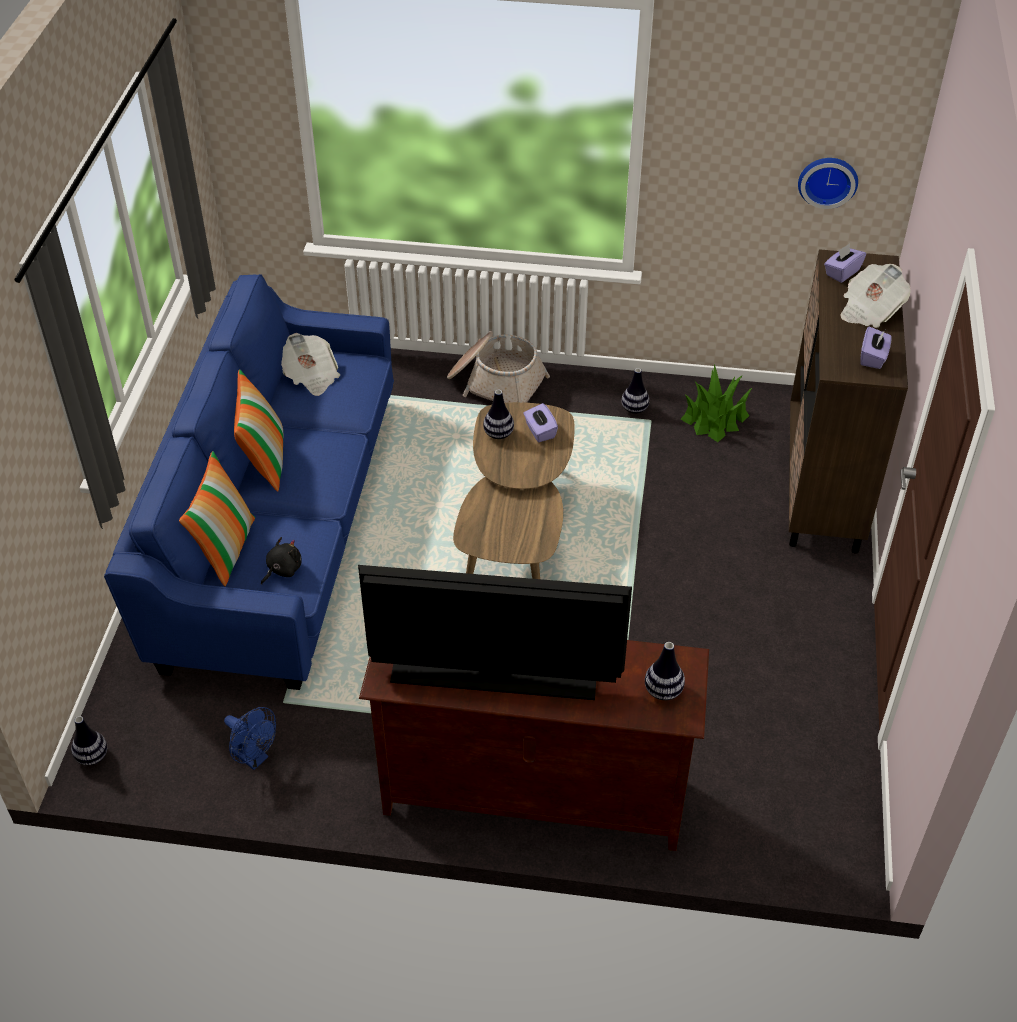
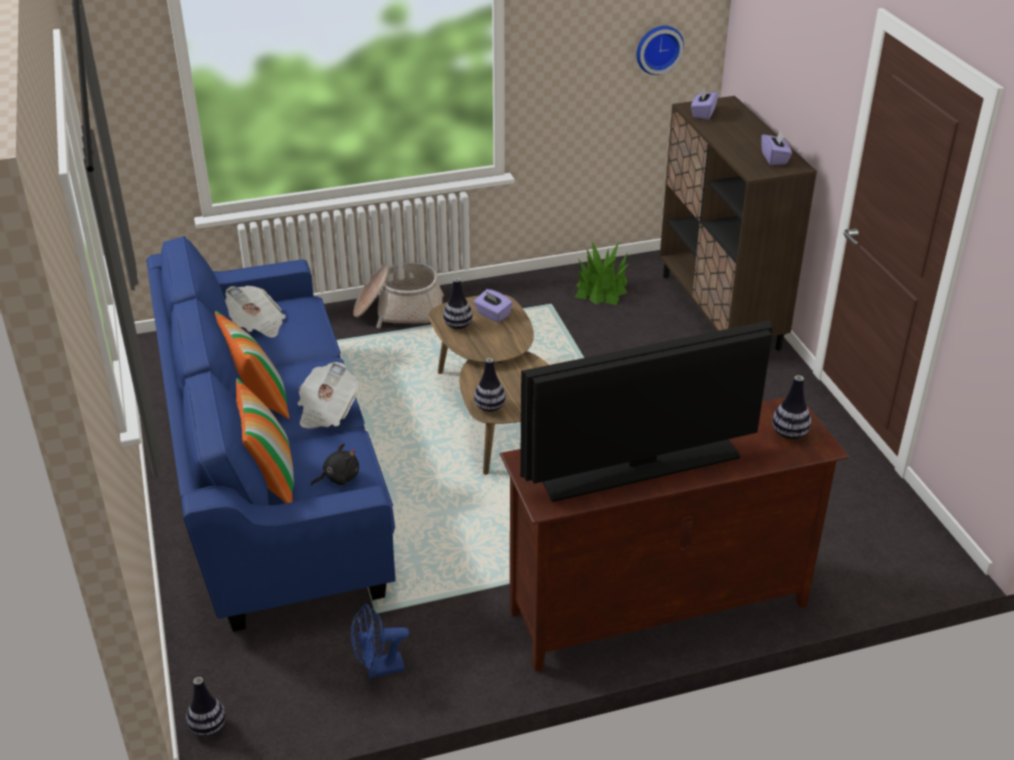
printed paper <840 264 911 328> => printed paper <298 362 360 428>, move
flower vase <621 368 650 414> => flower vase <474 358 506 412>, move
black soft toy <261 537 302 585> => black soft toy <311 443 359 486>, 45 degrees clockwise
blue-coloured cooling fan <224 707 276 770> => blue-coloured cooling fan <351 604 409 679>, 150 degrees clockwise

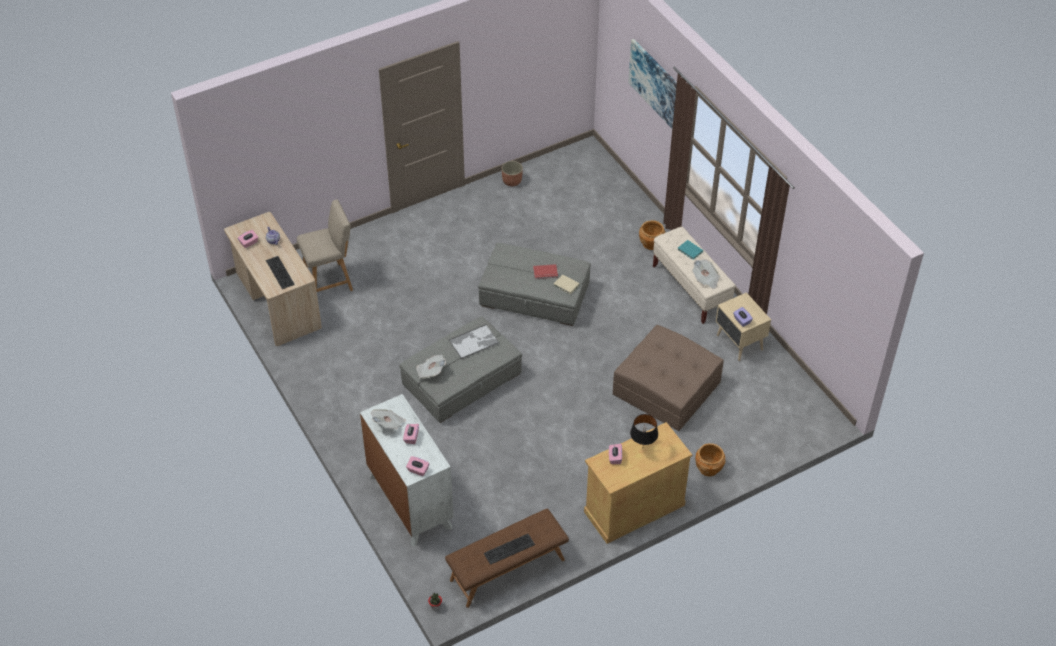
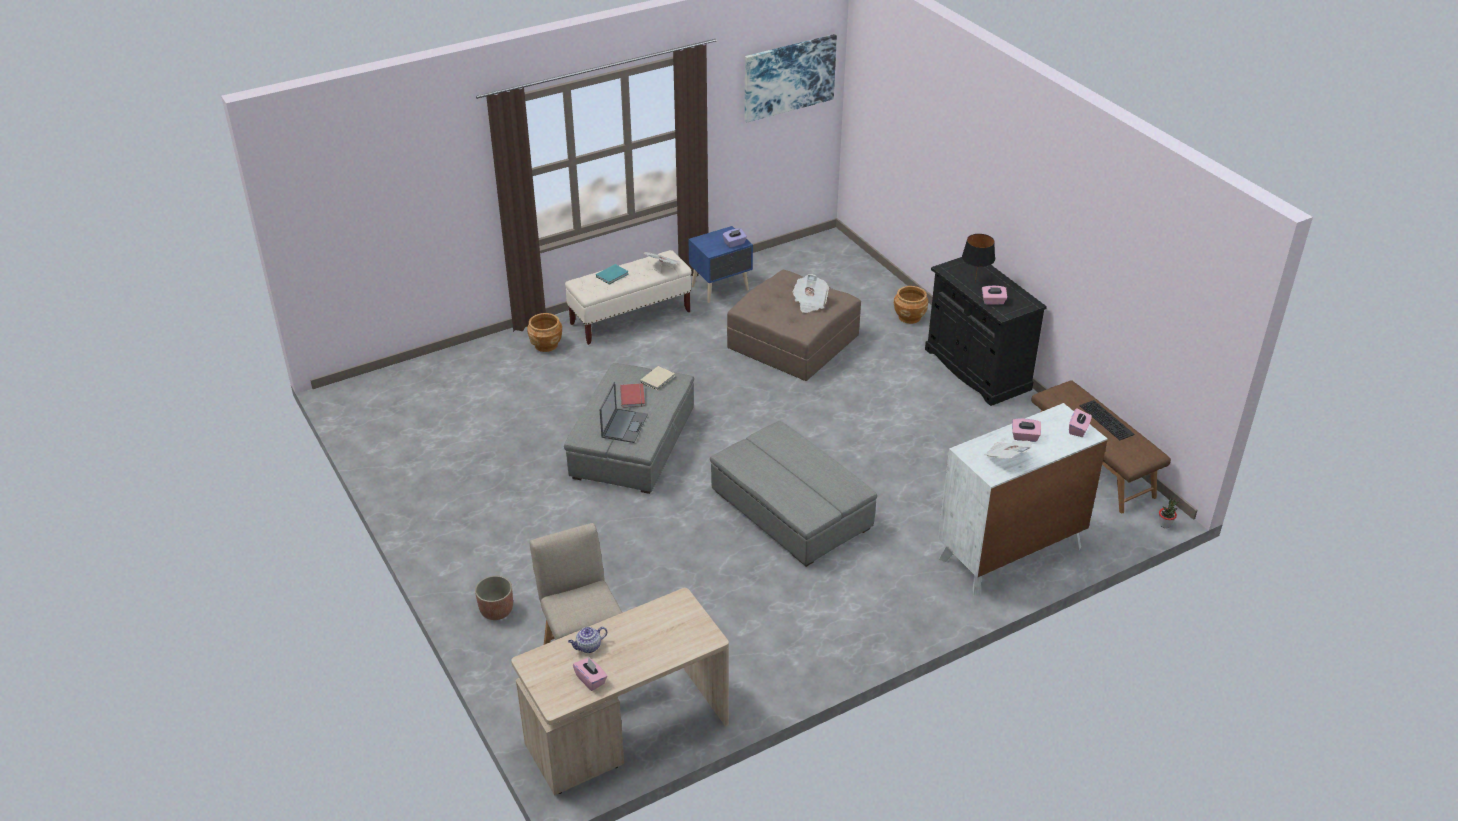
wall picture <628 39 677 128> => wall picture <745 34 837 122>, move
flower pot <502 161 523 186> => flower pot <475 576 513 620>, move
computer keyboard <266 256 295 289> => nothing
beige-coloured bedside table <716 292 771 361> => blue-coloured bedside table <688 226 753 303>
serving tray <449 324 499 359> => nothing
printed paper <416 355 446 379> => printed paper <792 274 829 313>, move
beige-coloured cupboard <584 422 692 544> => black cupboard <925 257 1047 406>
nothing => notebook computer <599 382 648 443>

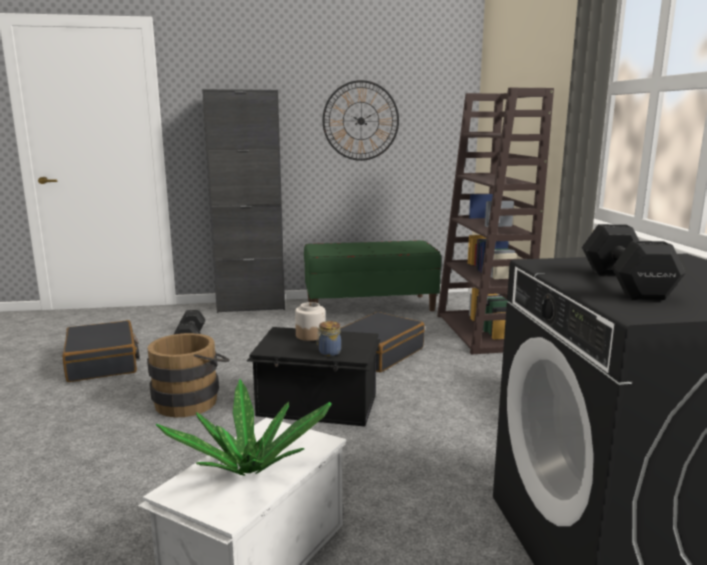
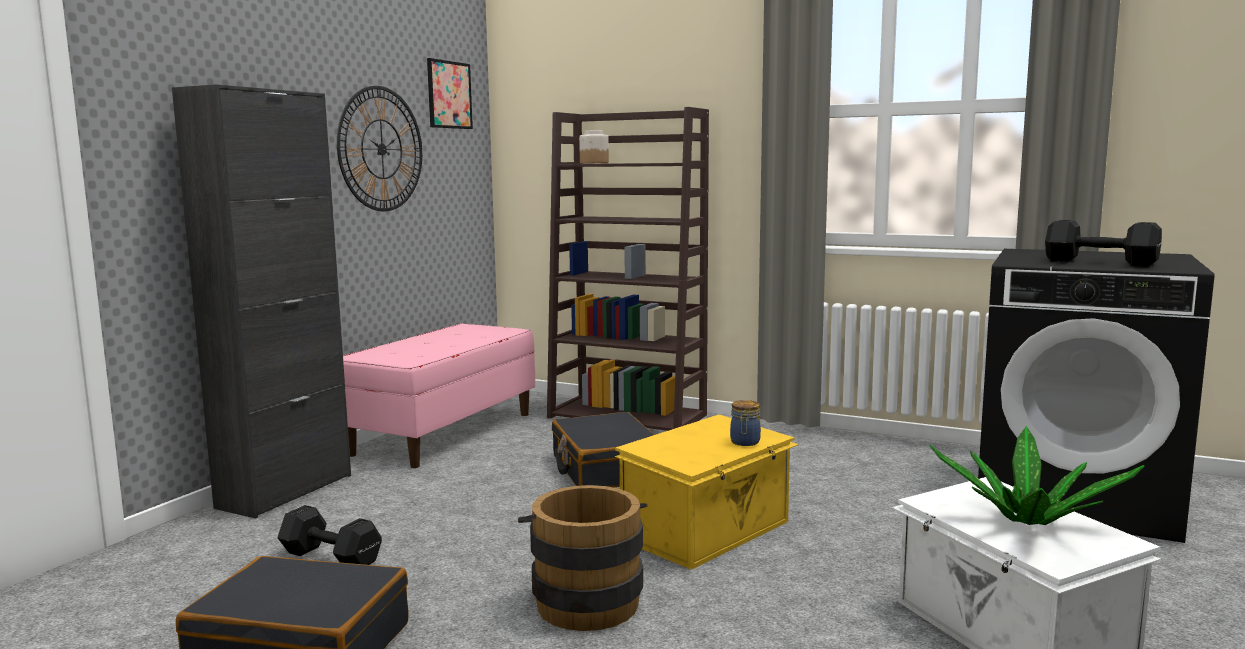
greenish bench <304 240 441 311> => pinkish bench <343 324 535 468>
preserve jar <295 302 325 341> => preserve jar <579 131 609 164>, move
black storage box <247 327 381 426> => yellowish storage box <615 414 799 570>
nothing => wall picture <427 58 473 129>

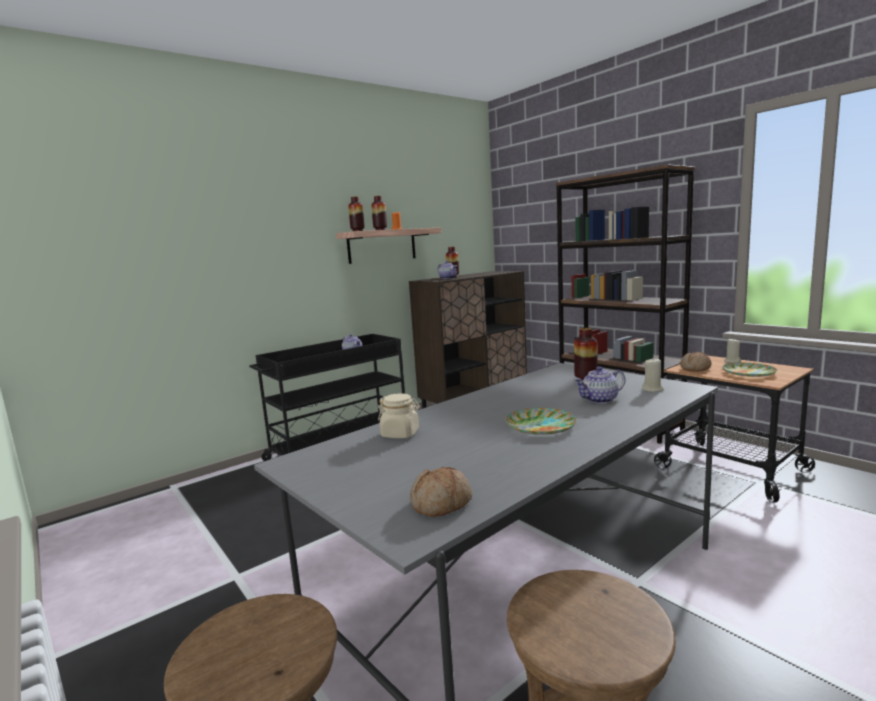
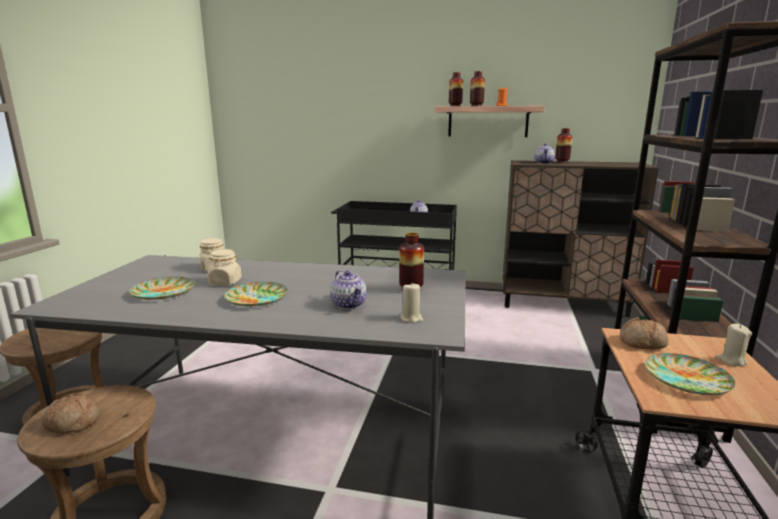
tea pot <574 366 625 404> => tea pot <330 271 367 309>, 150 degrees counterclockwise
baked bread <410 467 472 517> => baked bread <41 392 100 434>, move
nothing => beige-coloured preserve jar <207 249 242 285>
nothing => plate <129 277 195 300>

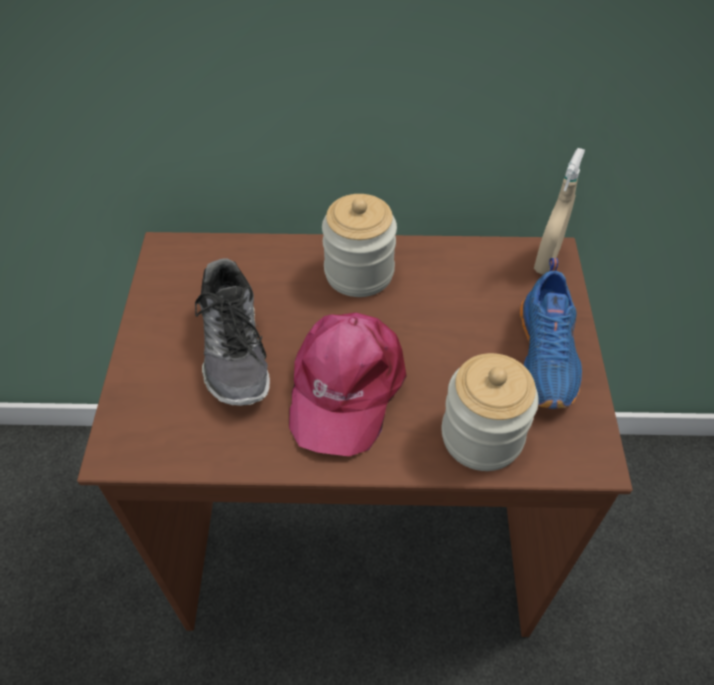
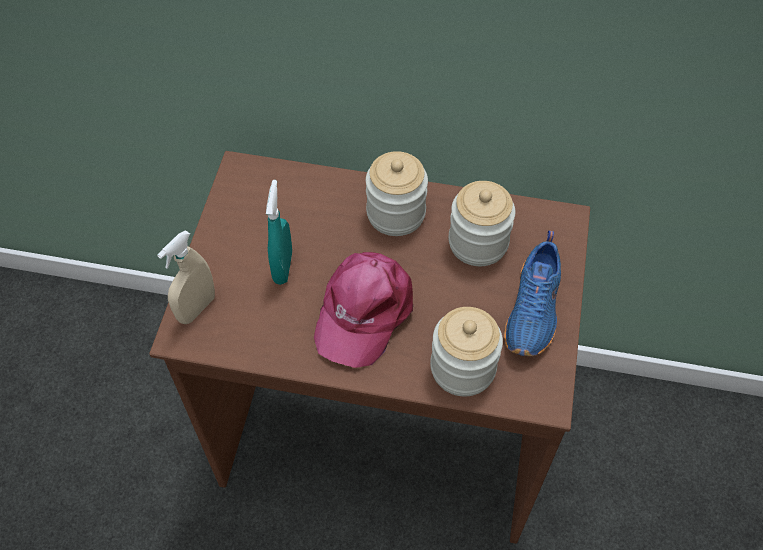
beige-coloured spray bottle <534 148 585 275> => beige-coloured spray bottle <157 230 215 324>, move
item of footwear <195 258 270 406> => turquoise-coloured spray bottle <266 180 292 285>
nothing => preserve jar <448 181 515 266>

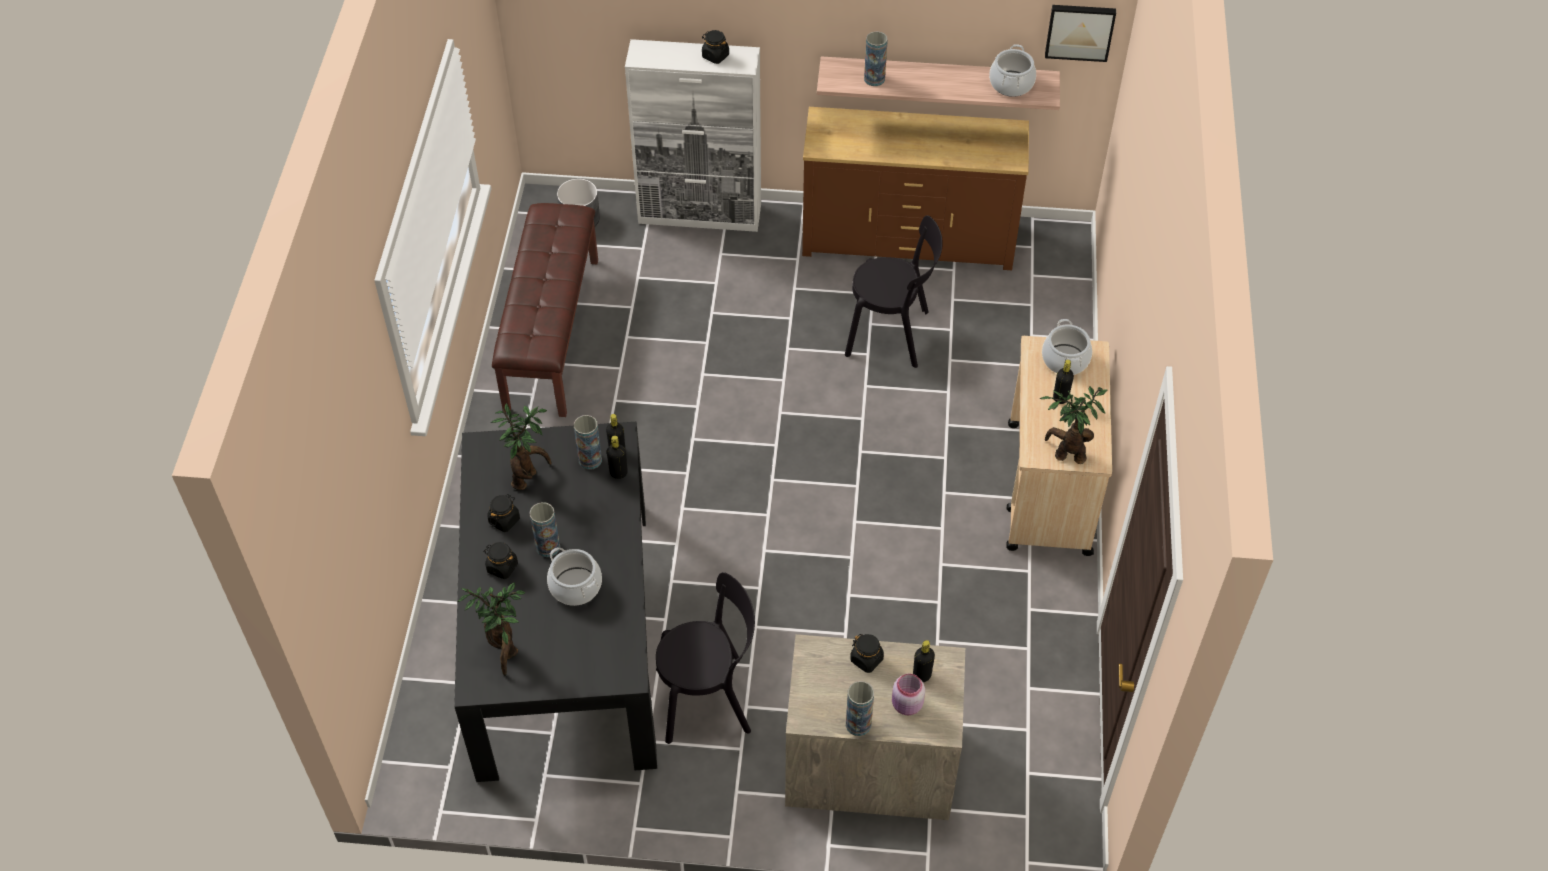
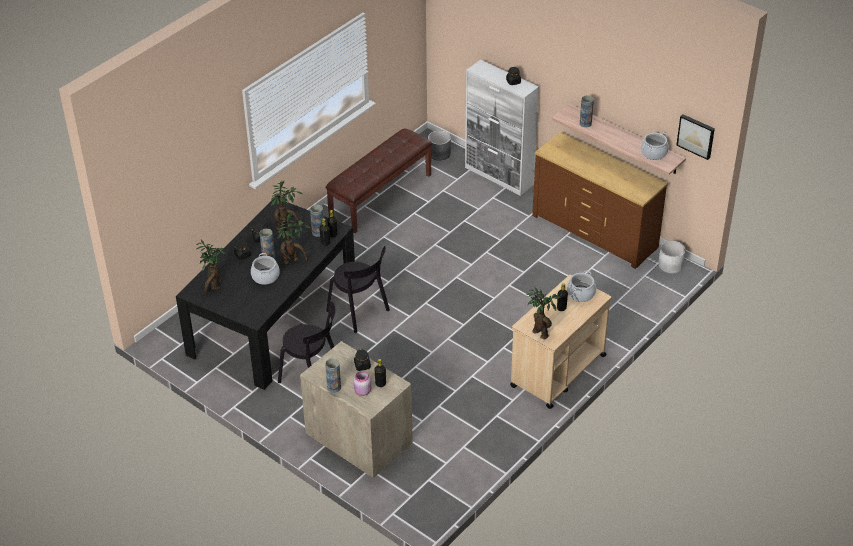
black upright chair <845 215 943 368> => black upright chair <326 246 390 333>, move
nothing => houseplant <277 214 310 264>
nothing => white-coloured flower pot <658 240 686 274>

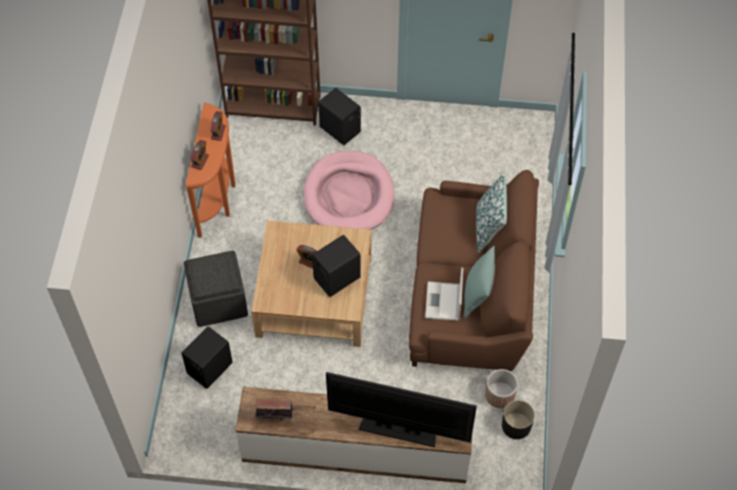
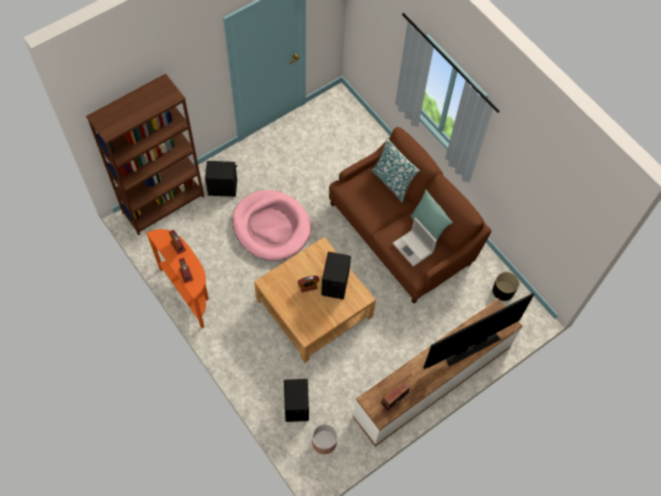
grey ottoman <184 250 248 327> => nothing
flower pot <485 369 518 408> => flower pot <312 424 338 454>, move

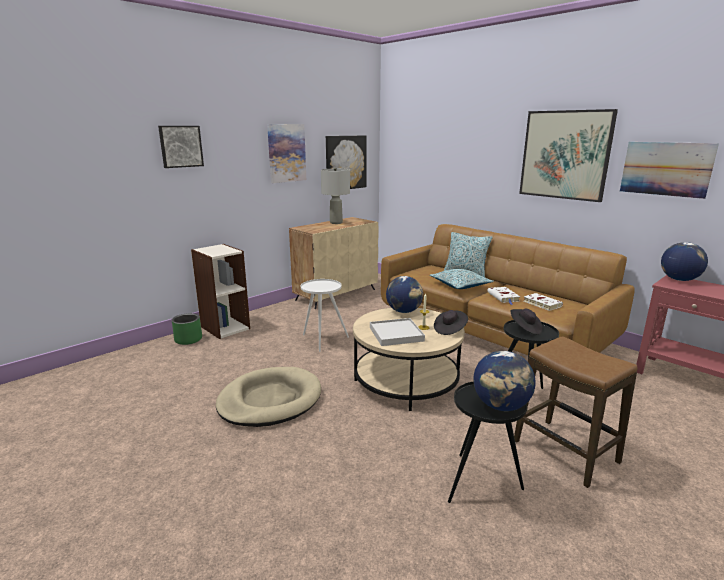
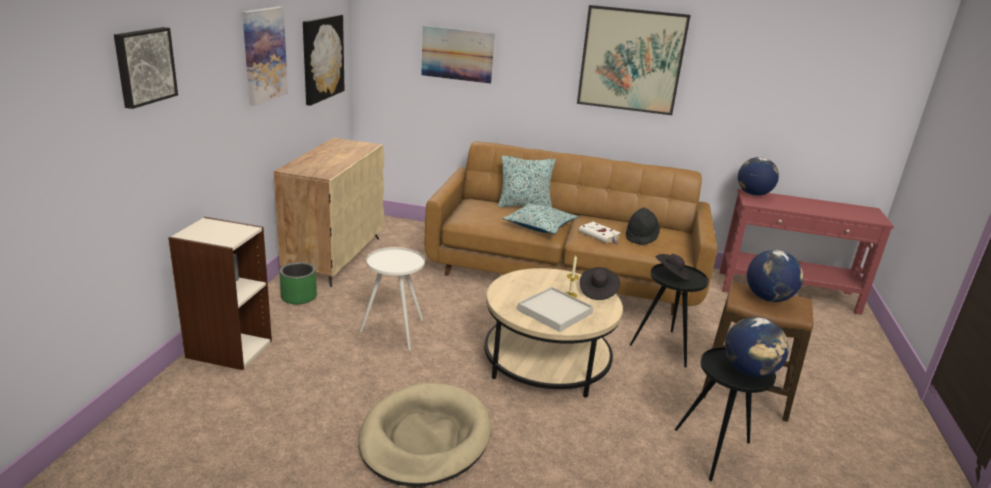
wall picture <620 142 719 199> => wall picture <421 26 495 84>, move
grey table lamp <321 167 350 224> => nothing
globe <386 276 423 313> => globe <747 250 803 302>, move
white-coloured bound book <524 293 563 311> => black wearable hat <626 208 660 245>
greenish flower pot <172 313 202 345> => greenish flower pot <279 262 317 304>, move

